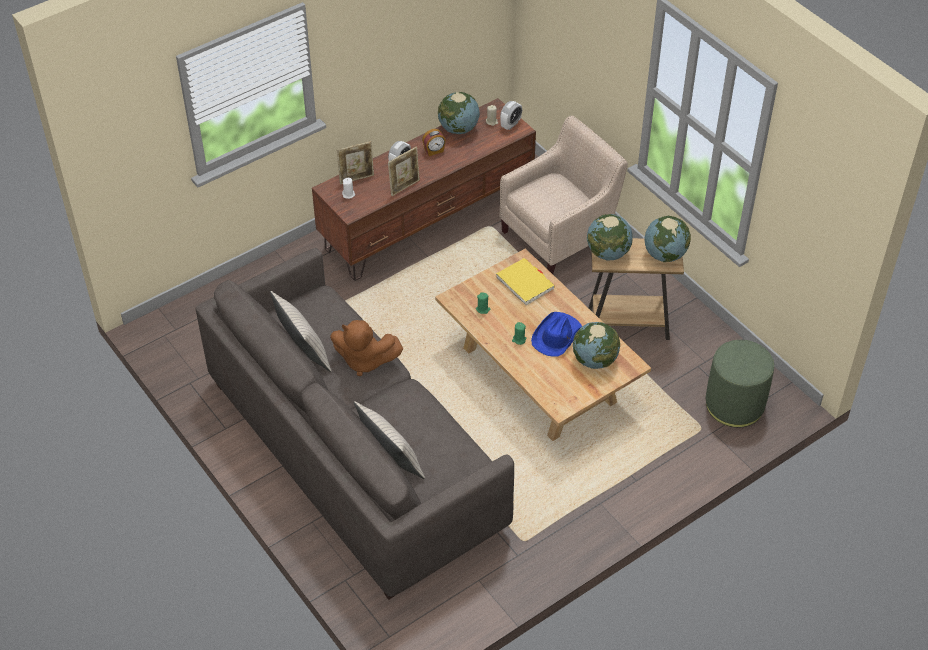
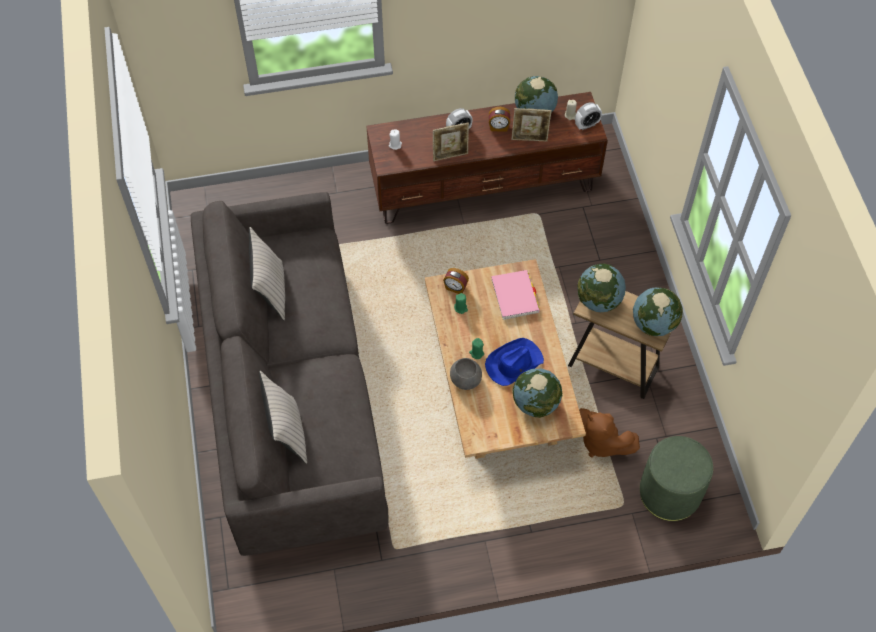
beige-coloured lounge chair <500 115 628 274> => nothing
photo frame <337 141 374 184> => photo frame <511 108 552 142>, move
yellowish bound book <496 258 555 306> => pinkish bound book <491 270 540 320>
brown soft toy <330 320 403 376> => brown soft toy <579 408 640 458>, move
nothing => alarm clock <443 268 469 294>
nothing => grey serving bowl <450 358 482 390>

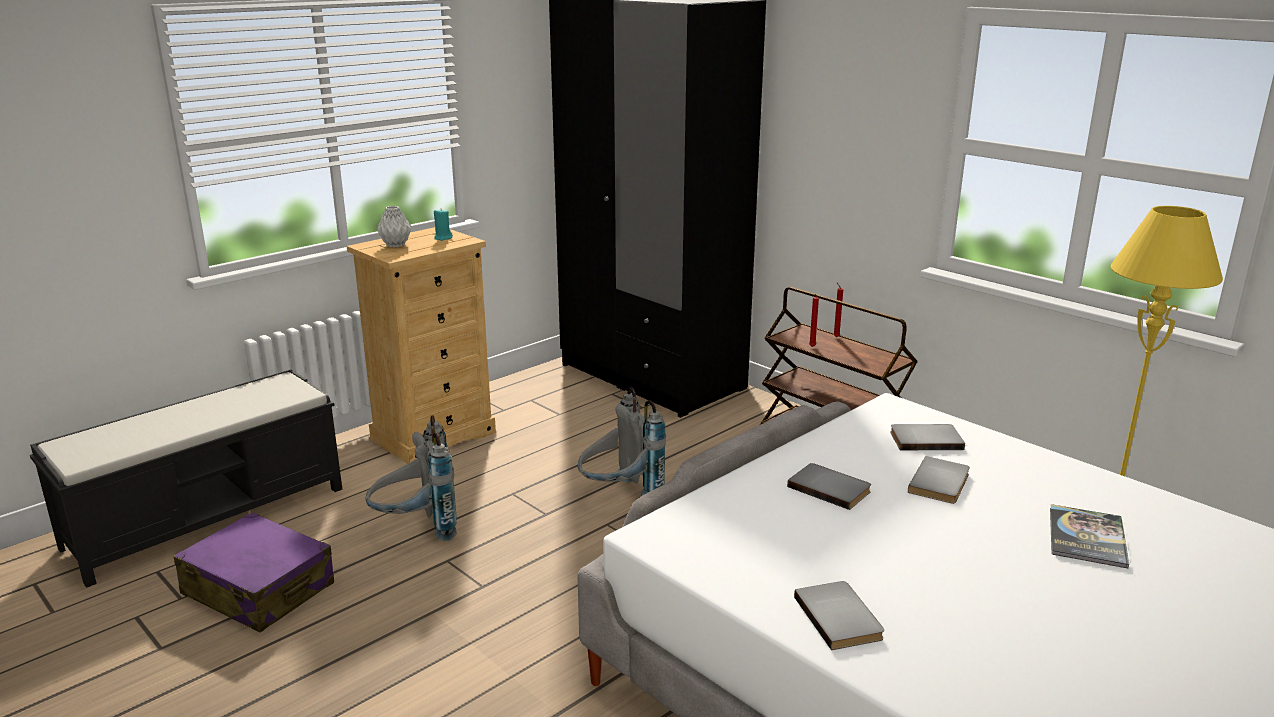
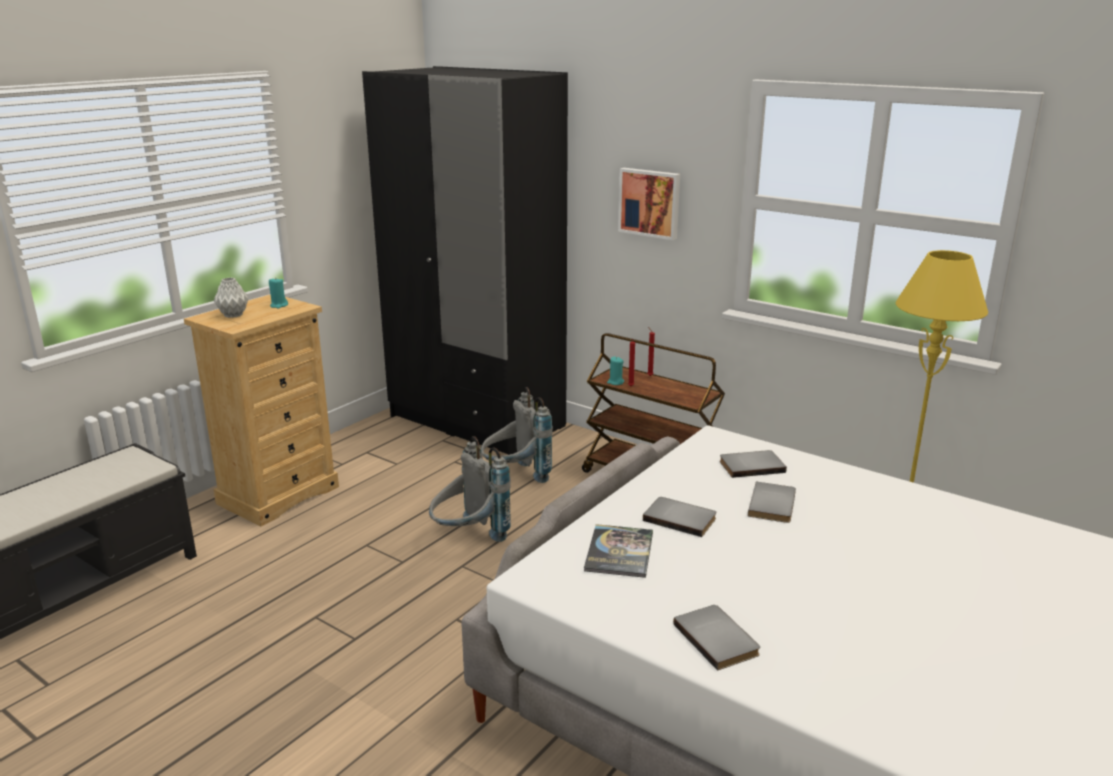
grey rucksack <365 415 457 541> => grey rucksack <481 387 553 483>, move
bound book <1050 504 1129 568> => bound book <584 524 653 578>, move
purple piece of luggage <174 512 334 633> => nothing
nothing => wall picture <618 168 680 240>
nothing => turquoise-coloured candle <607 356 624 385>

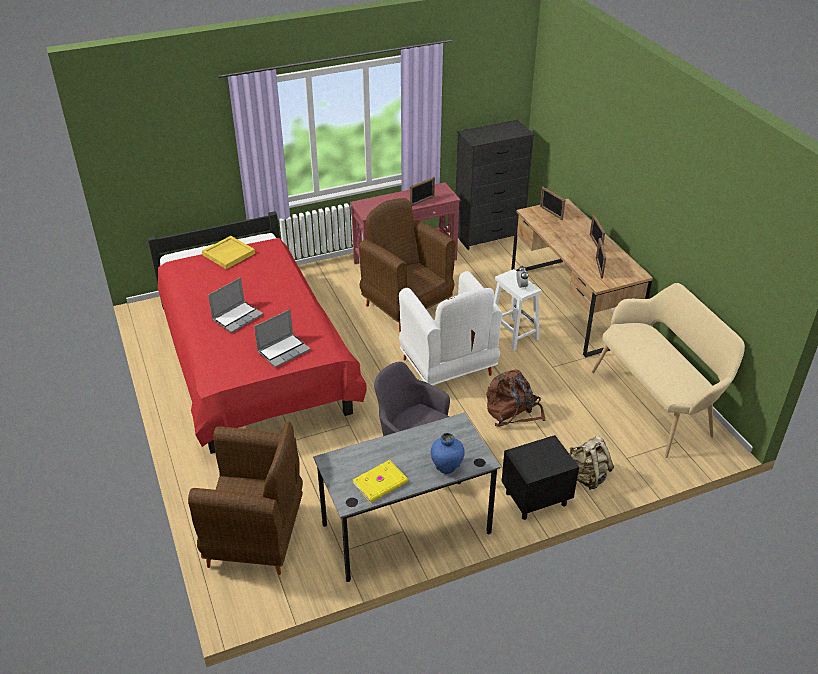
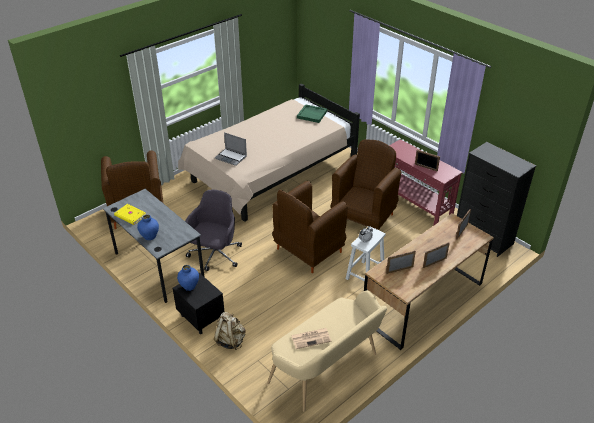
red-coloured bedroom bed <148 211 367 454> => beige-coloured bedroom bed <178 83 360 222>
yellowish serving tray <202 236 255 269> => greenish serving tray <297 104 327 123>
white-coloured lounge chair <399 271 502 385> => brown lounge chair <272 181 348 273>
notebook computer <208 277 263 333> => nothing
brown rucksack <486 369 546 427> => nothing
nothing => blue-coloured flower vase <177 265 199 291>
nothing => printed paper <291 328 331 349>

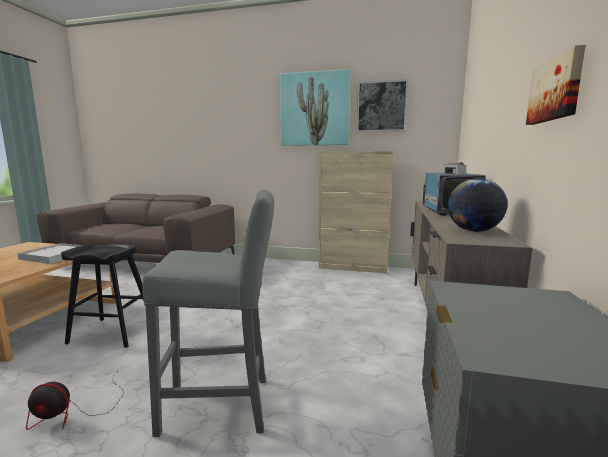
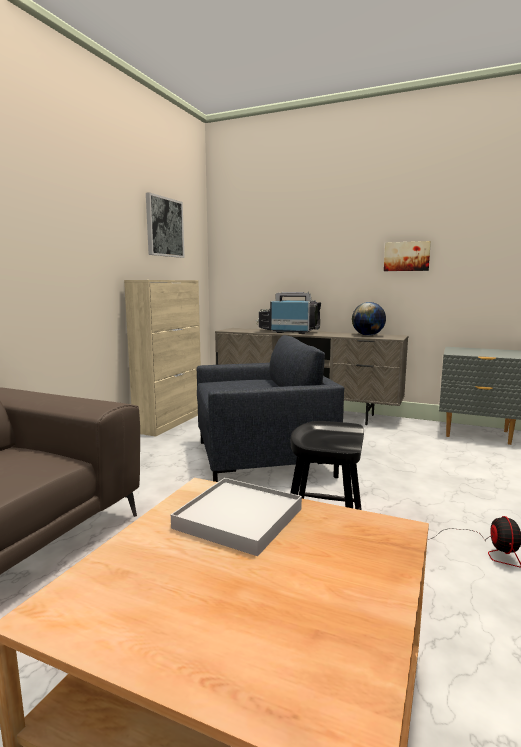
wall picture <280 69 351 146> => nothing
grey stool <142 190 274 437> => nothing
nothing => grey lounge chair <197 335 344 482>

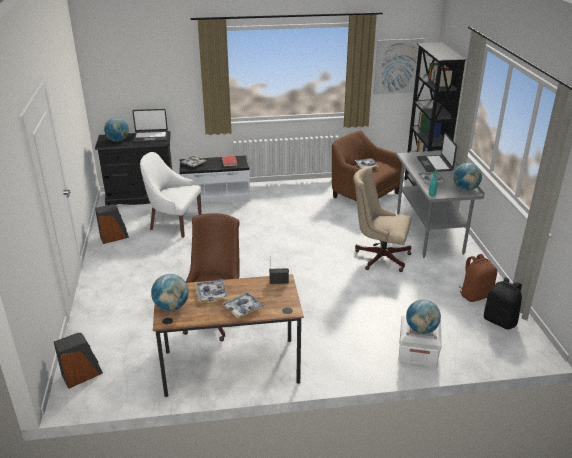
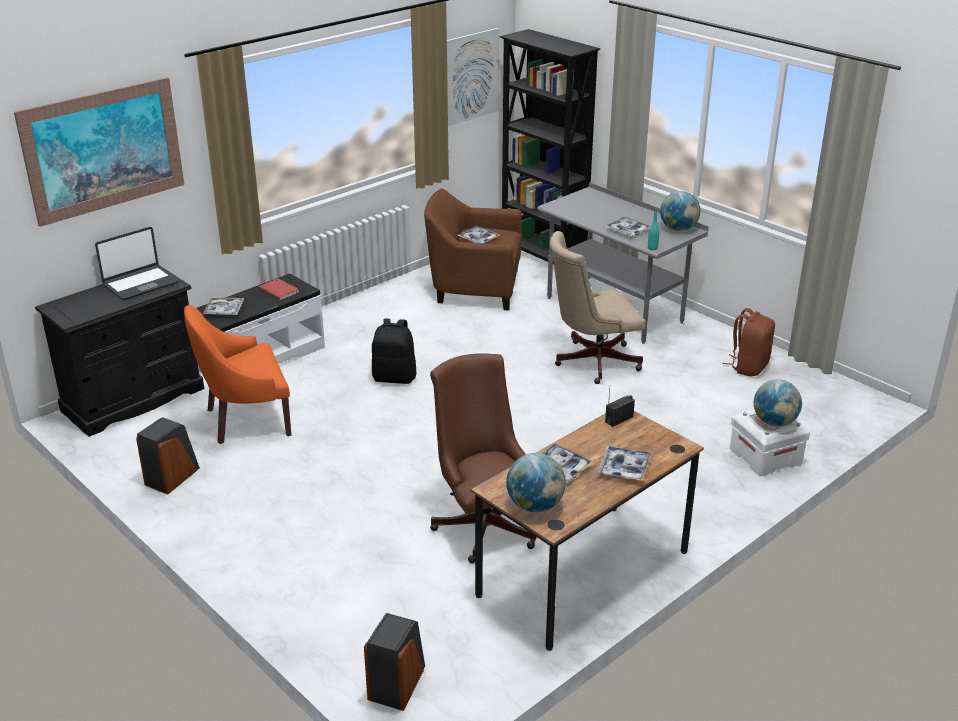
globe <104 118 129 142> => nothing
notebook computer <417 132 457 172> => nothing
white-coloured lounge chair <140 152 202 238> => orangey lounge chair <184 305 291 444>
black rucksack <484 277 522 330> => black rucksack <372 318 416 384>, move
nothing => wall picture <14 77 184 227>

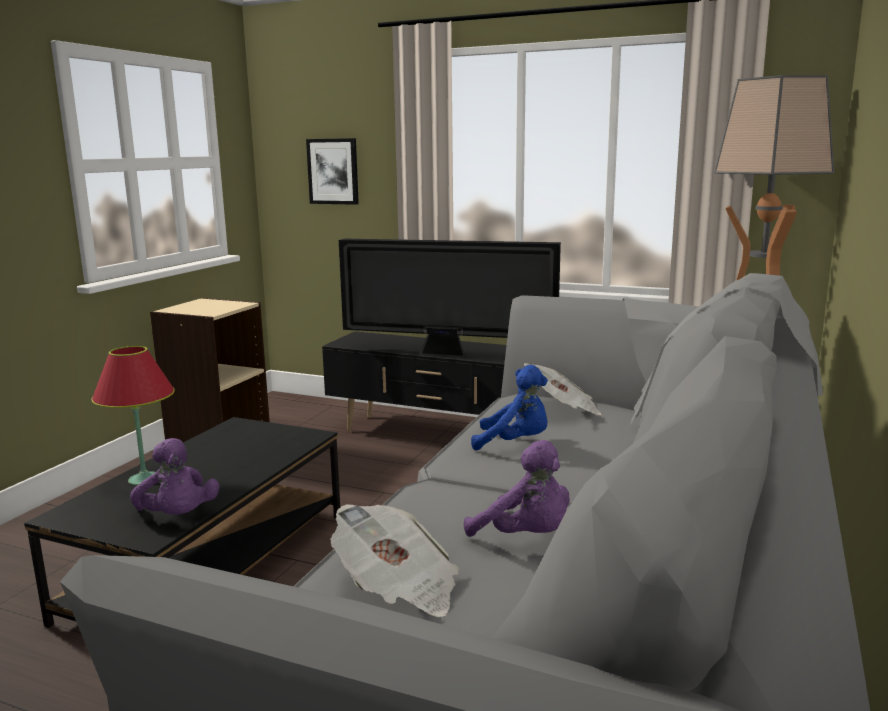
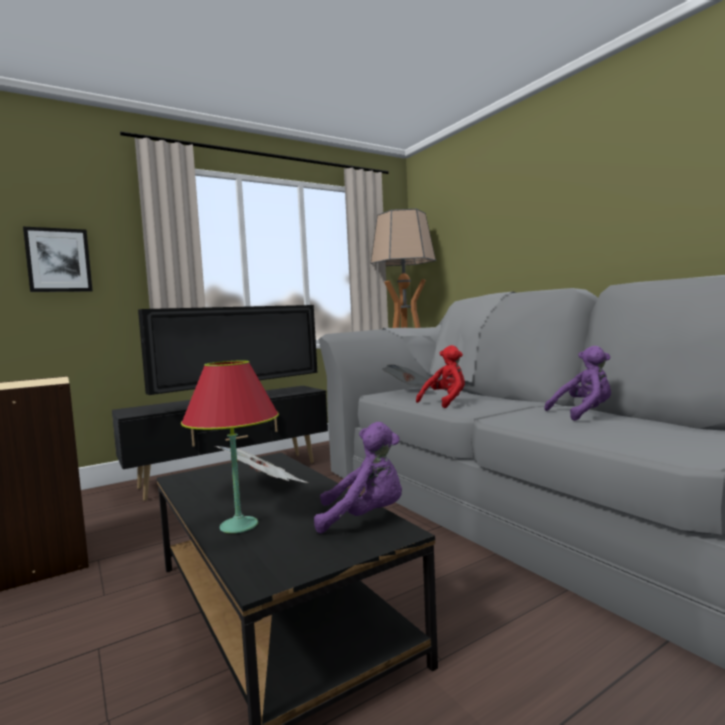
blue-coloured soft toy <471 365 548 451> => red-coloured soft toy <416 345 465 408>
printed paper <330 504 459 617> => printed paper <215 446 307 483>, move

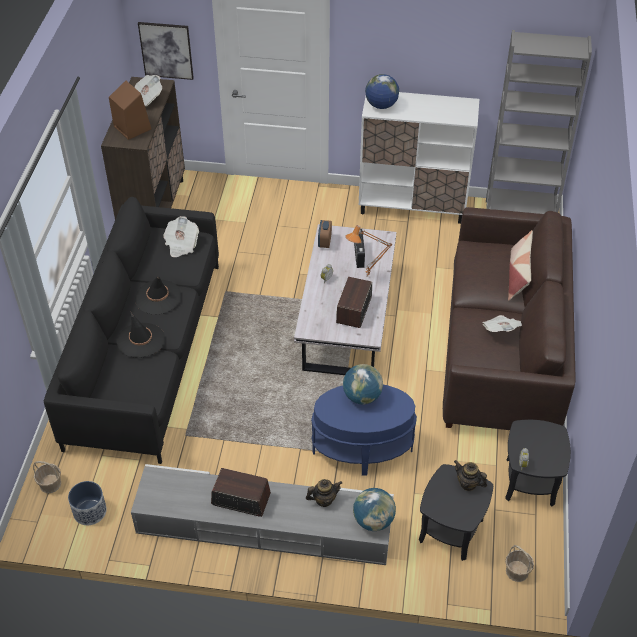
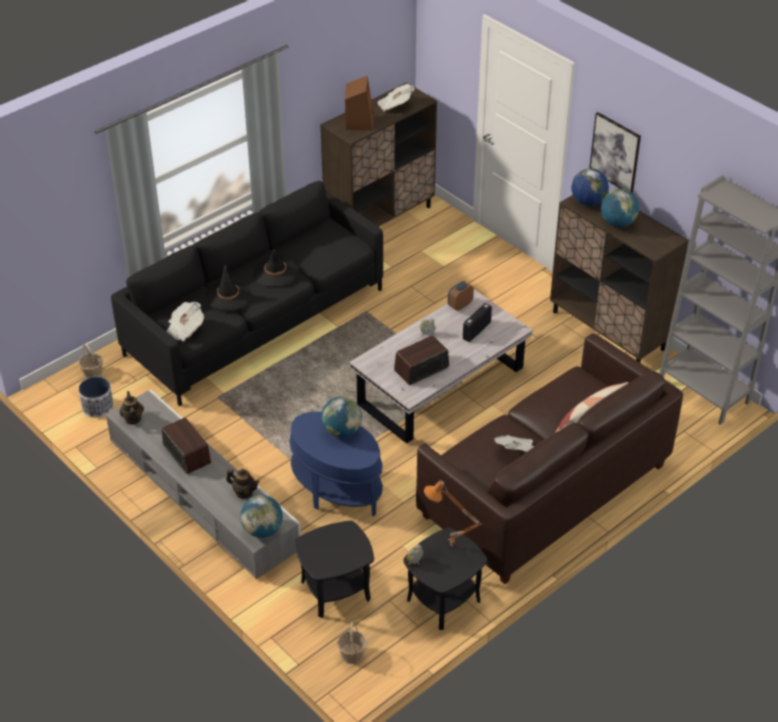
wall picture <138 22 194 80> => wall picture <589 112 641 193>, move
white-coloured cupboard <359 92 479 224> => brown cupboard <550 192 689 362>
printed paper <163 216 199 257> => printed paper <166 302 204 341>, move
orangey table lamp <345 225 393 277> => orangey table lamp <424 480 481 546>, move
tea pot <454 460 487 491> => tea pot <119 391 144 425>, move
nothing => globe <601 189 639 227>

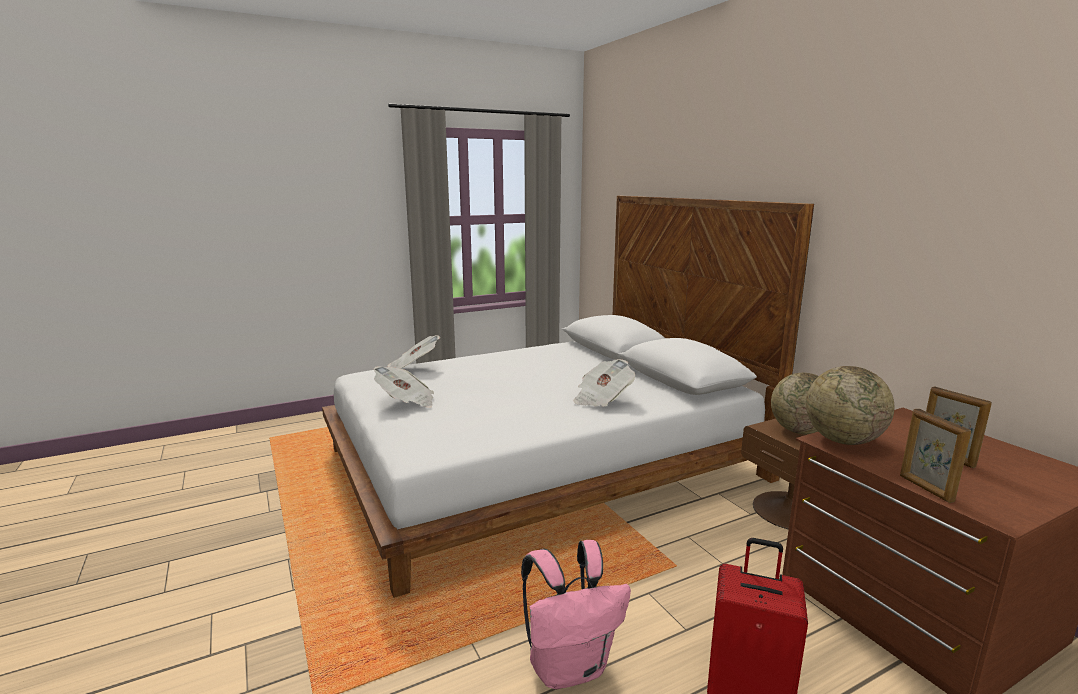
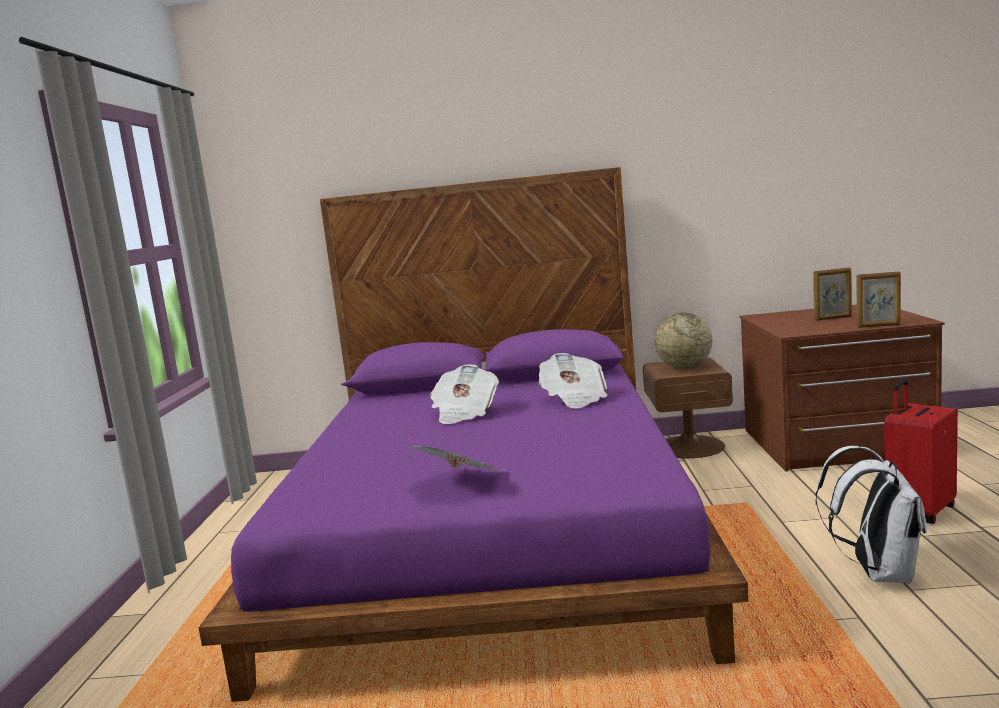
white-coloured bedroom bed <322 196 814 598> => purple bedroom bed <198 167 749 702>
printed paper <387 335 440 369> => printed paper <430 364 499 424>, move
globe <806 366 894 445> => nothing
pinkish rucksack <521 540 631 689> => white-coloured rucksack <816 446 927 584>

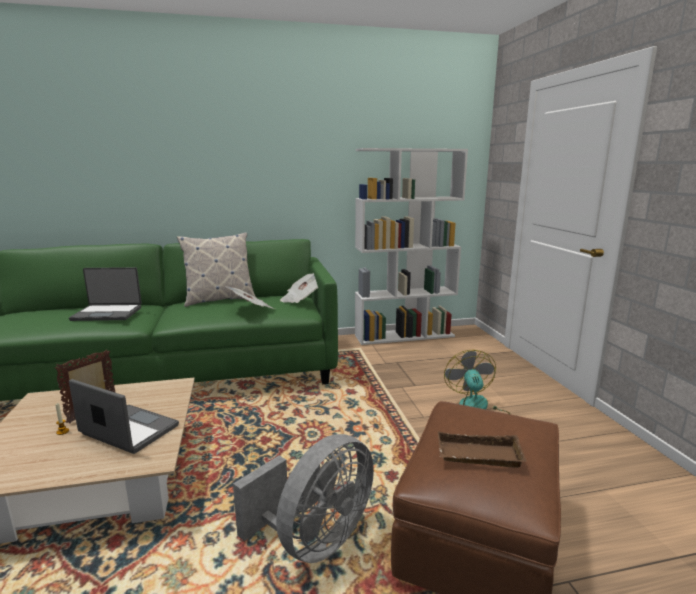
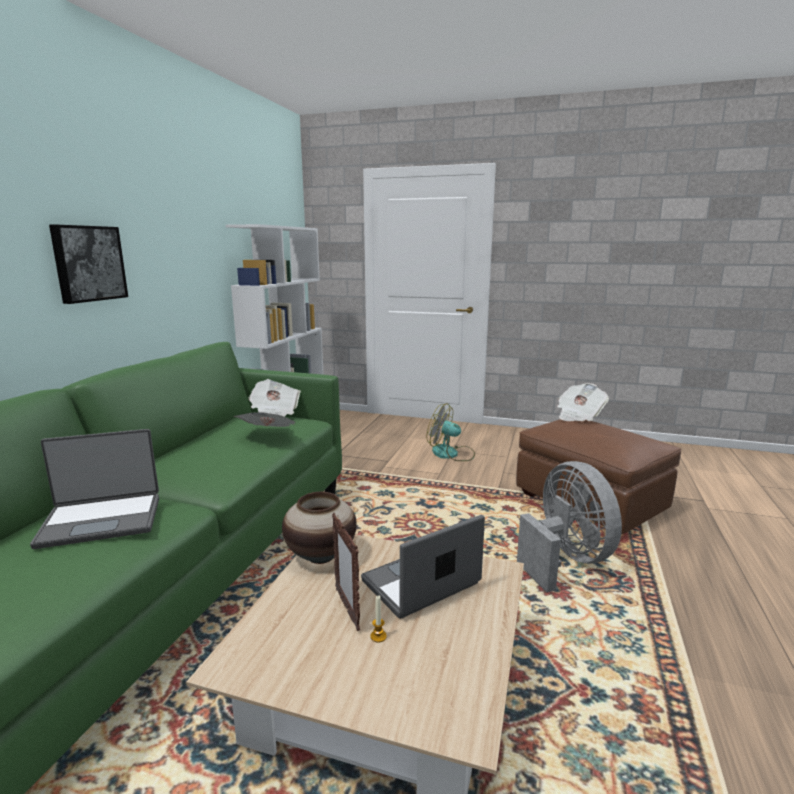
throw pillow <177 232 256 307> => nothing
notebook computer <69 267 142 321> => notebook computer <30 429 159 549>, 45 degrees clockwise
brown serving tray <438 432 526 468> => nothing
nothing => wall picture <49 224 128 304>
nothing => printed paper <557 383 609 421>
nothing => flower vase <282 492 357 564>

